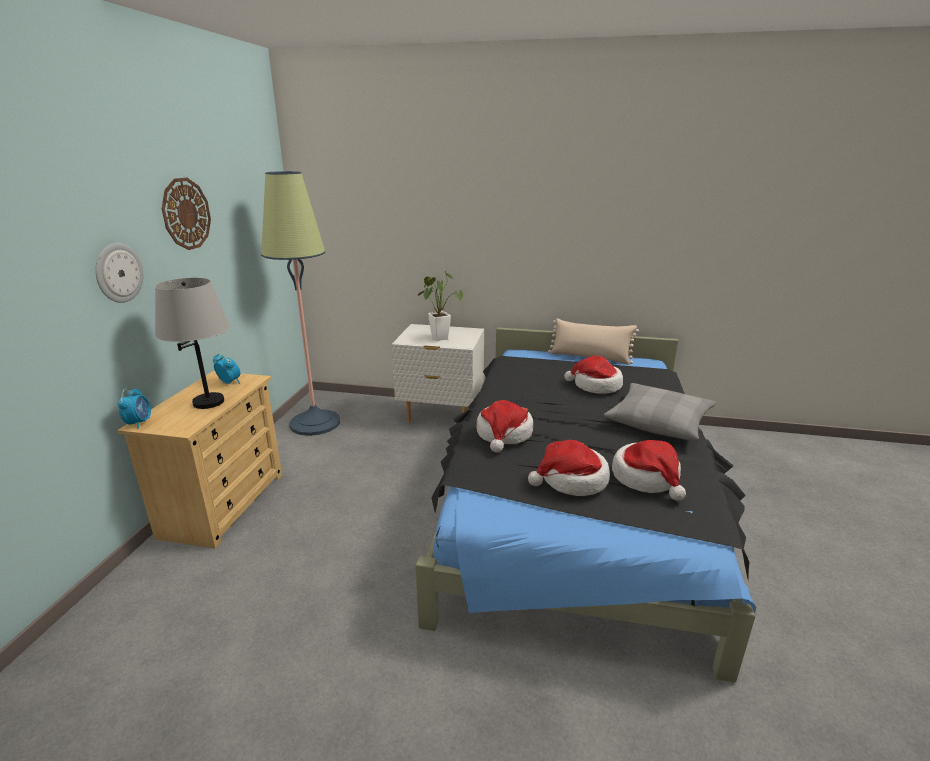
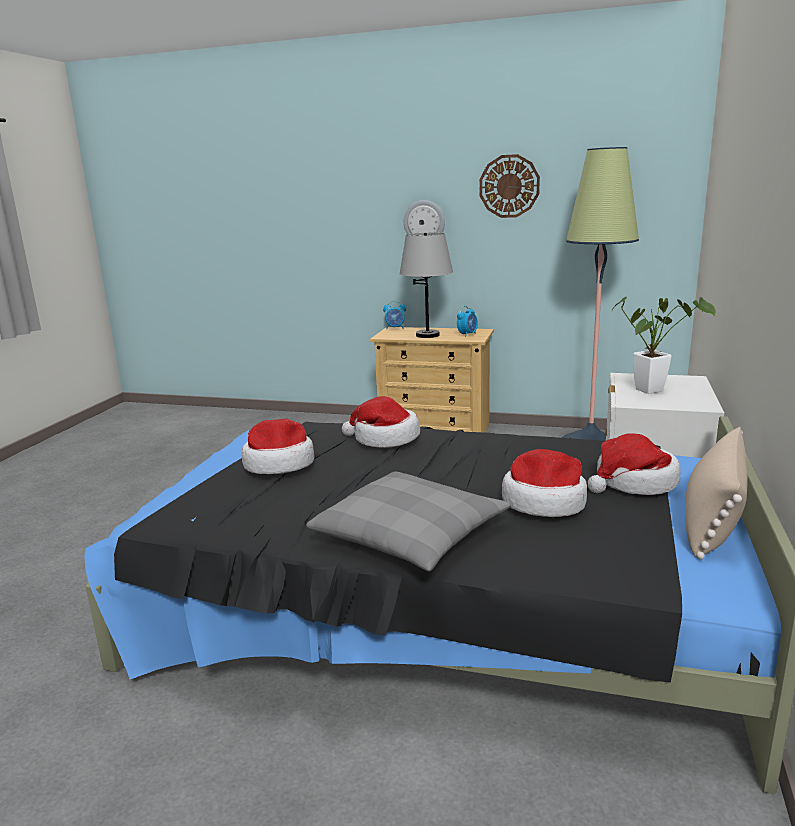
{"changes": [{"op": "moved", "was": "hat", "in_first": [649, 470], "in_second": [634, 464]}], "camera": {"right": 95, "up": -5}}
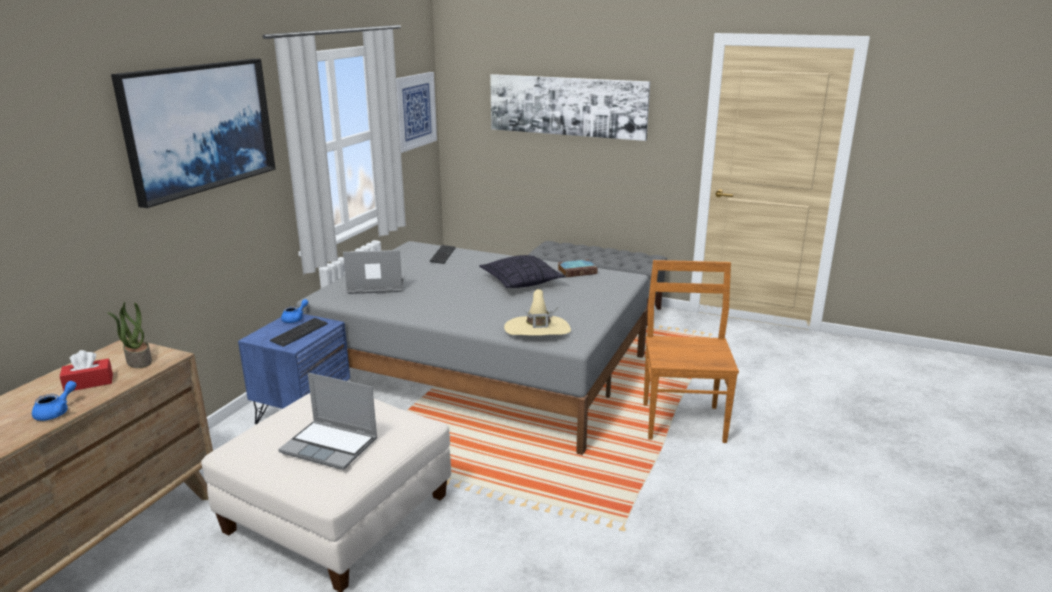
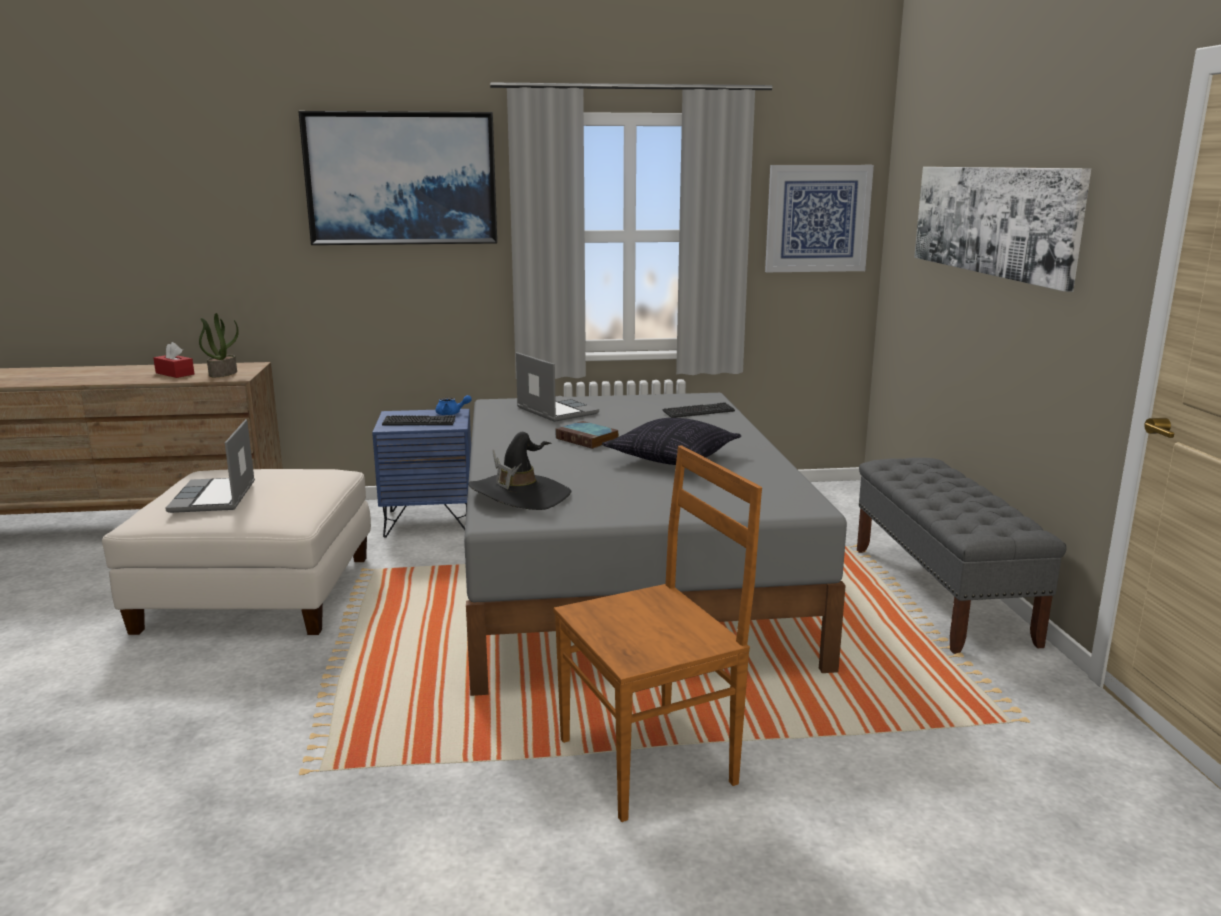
{"changes": [{"op": "removed", "was": "blue teapot", "in_first": [54, 401]}, {"op": "recoloured", "was": "beige hat", "now": "black hat", "in_first": [537, 312], "in_second": [519, 471]}, {"op": "moved", "was": "book", "in_first": [578, 268], "in_second": [587, 435]}], "camera": {"right": 60, "up": -5}}
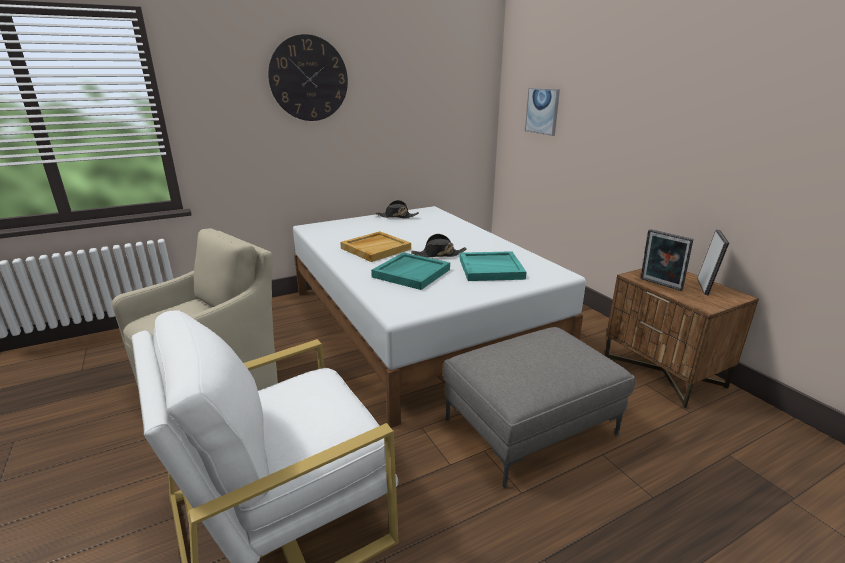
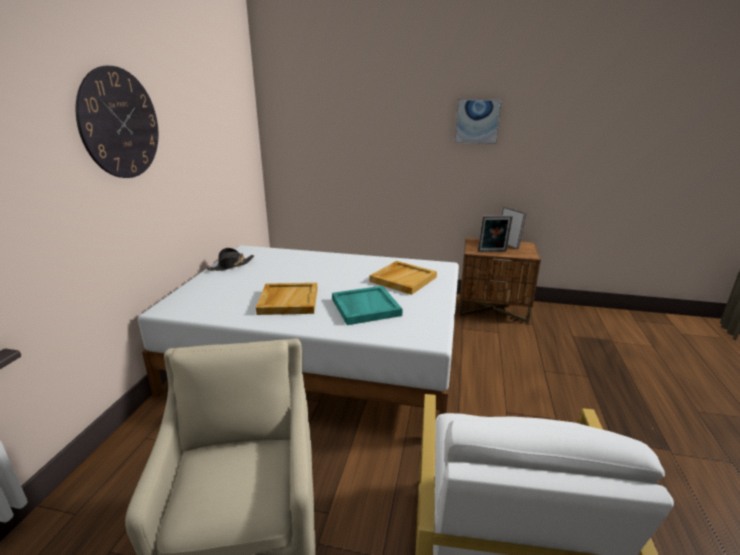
{"changes": [{"op": "removed", "was": "black hat", "in_first": [439, 246]}, {"op": "removed", "was": "grey ottoman", "in_first": [539, 407]}, {"op": "recoloured", "was": "turquoise tray", "now": "beige tray", "in_first": [493, 266], "in_second": [403, 278]}, {"op": "moved", "was": "picture", "in_first": [542, 112], "in_second": [478, 121]}], "camera": {"right": -50, "up": 0}}
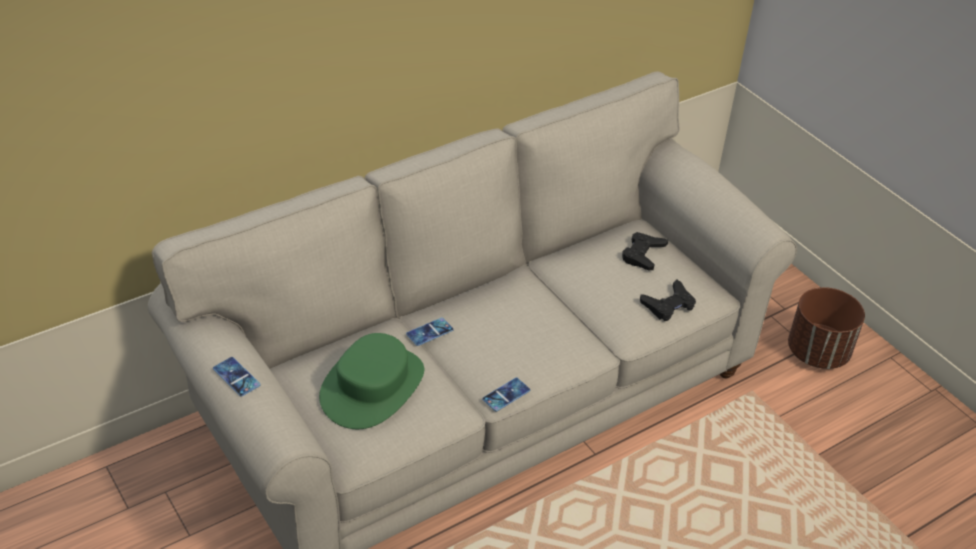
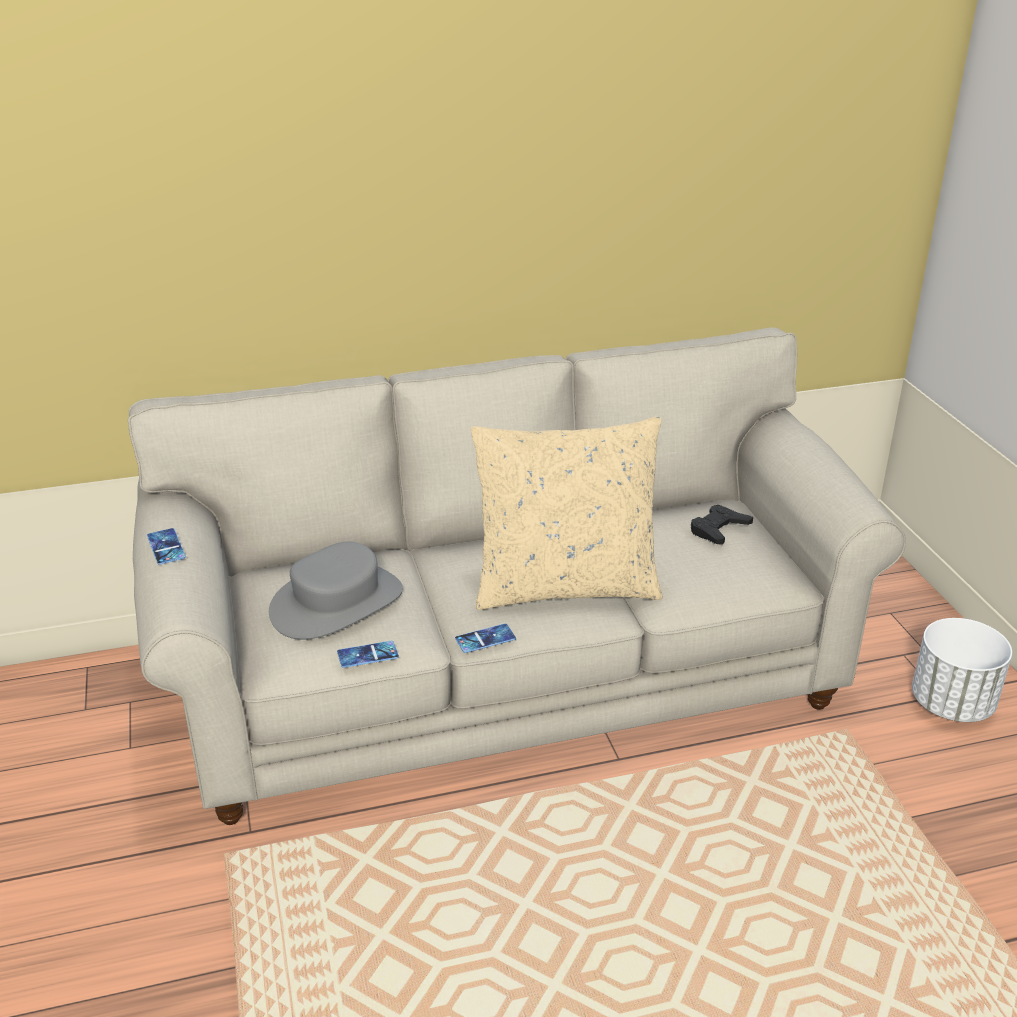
{"changes": [{"op": "recoloured", "was": "green hat", "now": "grey hat", "in_first": [371, 381], "in_second": [336, 590]}, {"op": "moved", "was": "phone", "in_first": [429, 331], "in_second": [368, 654]}, {"op": "removed", "was": "black game controller", "in_first": [668, 300]}, {"op": "recoloured", "was": "brown planter", "now": "white planter", "in_first": [826, 328], "in_second": [962, 670]}, {"op": "added", "now": "beige pillow", "in_second": [567, 513]}], "camera": {"right": 20, "up": -10}}
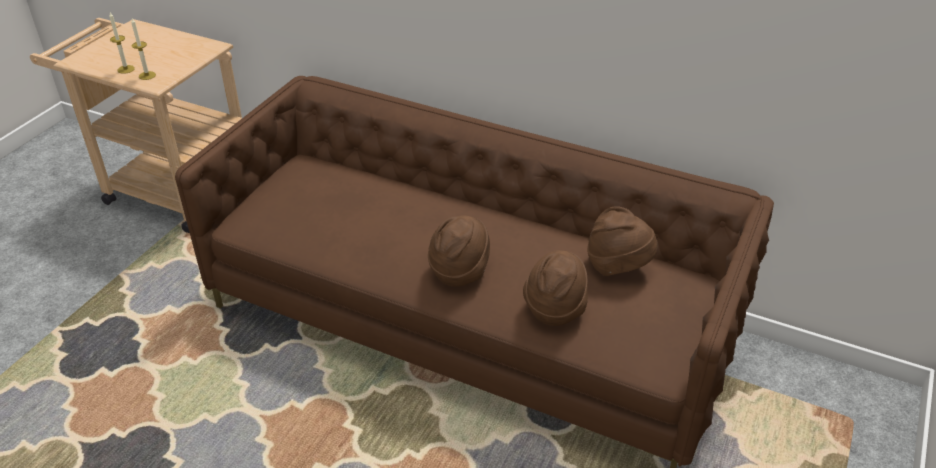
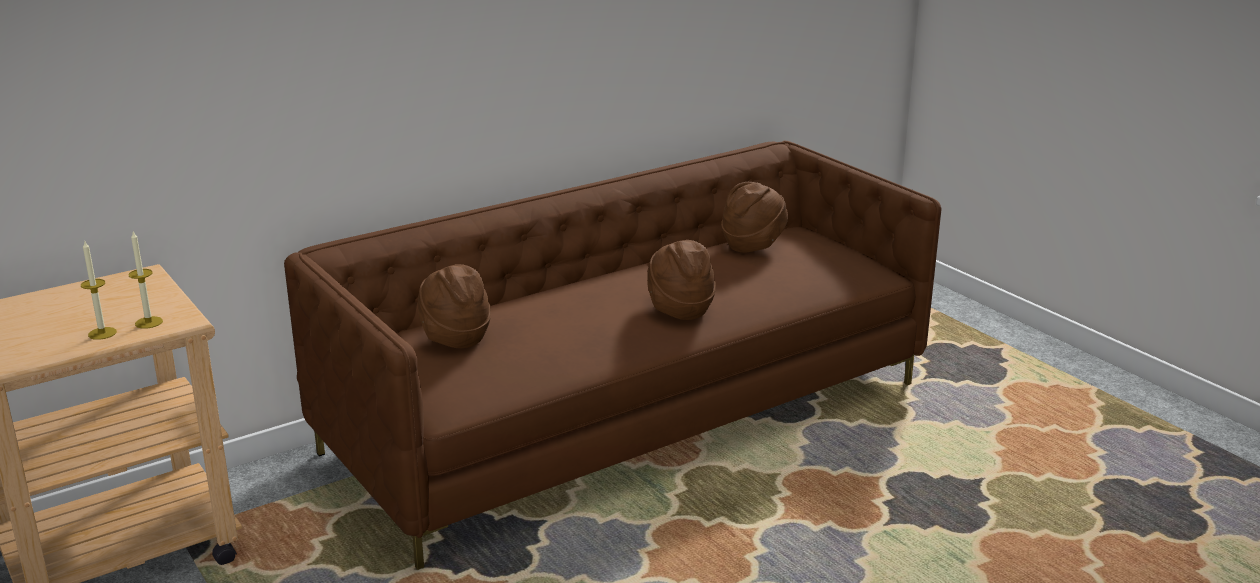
{"changes": [{"op": "moved", "was": "brown hat", "in_first": [555, 288], "in_second": [454, 306]}], "camera": {"right": -60, "up": -15}}
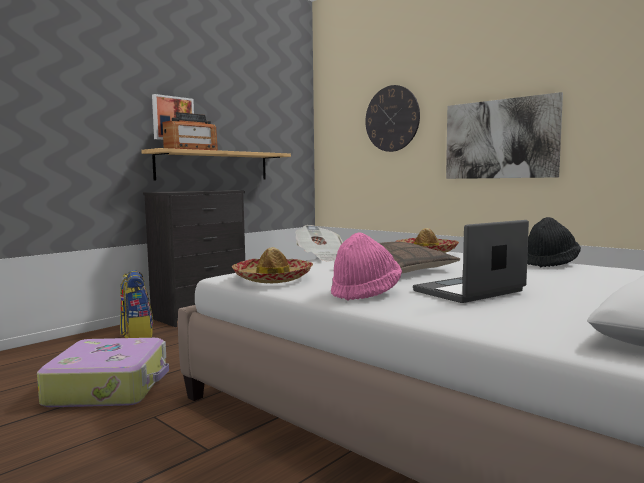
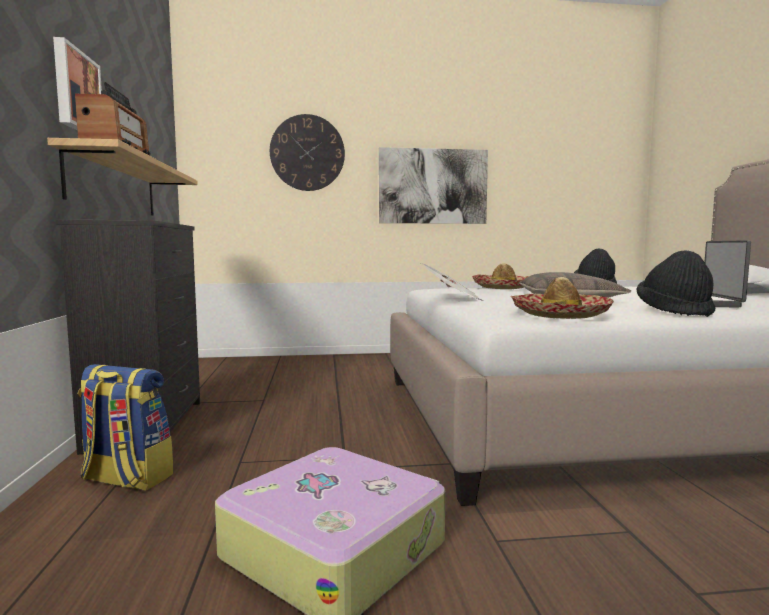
{"changes": [{"op": "recoloured", "was": "pink hat", "now": "black hat", "in_first": [366, 266], "in_second": [676, 283]}], "camera": {"right": -50, "up": 0}}
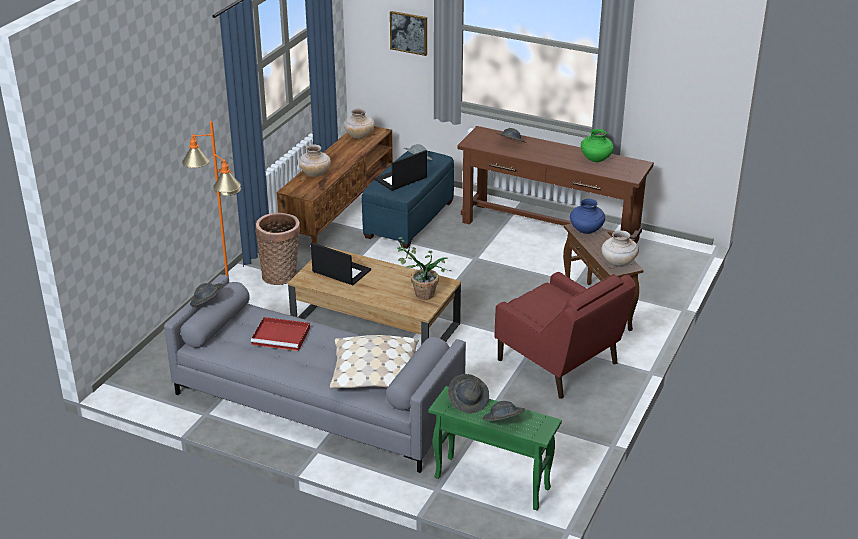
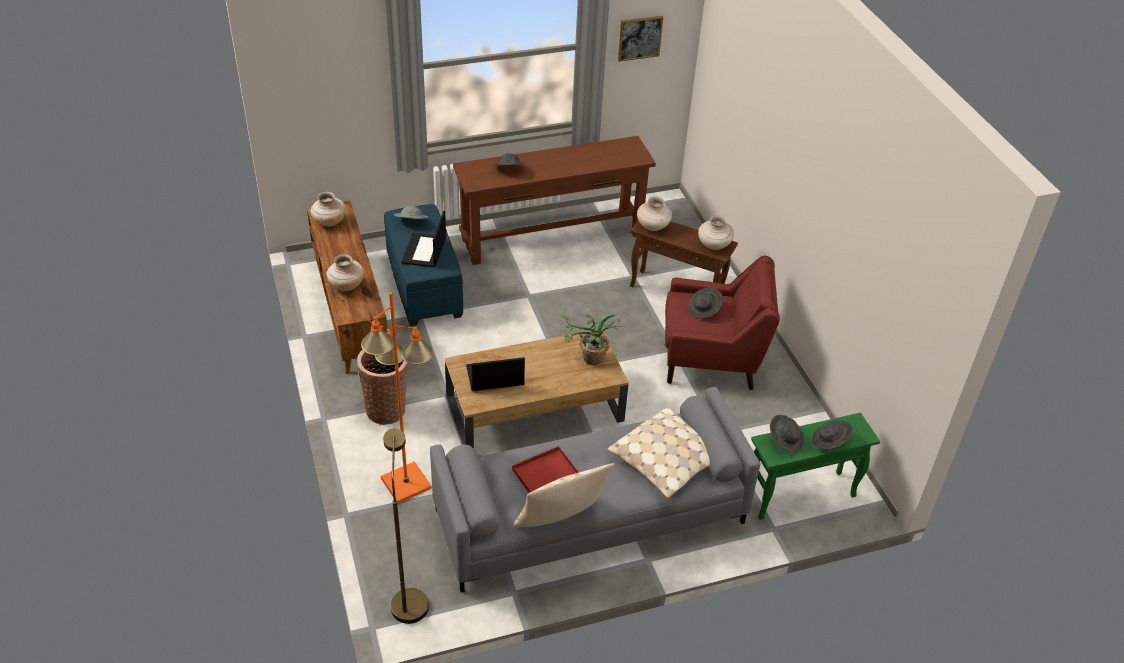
{"changes": [{"op": "moved", "was": "grey hat", "in_first": [206, 294], "in_second": [705, 303]}, {"op": "moved", "was": "picture", "in_first": [408, 33], "in_second": [640, 39]}, {"op": "recoloured", "was": "blue vase", "now": "beige vase", "in_first": [587, 216], "in_second": [654, 213]}, {"op": "removed", "was": "green vase", "in_first": [597, 145]}, {"op": "added", "now": "brown floor lamp", "in_second": [406, 526]}, {"op": "added", "now": "beige pillow", "in_second": [564, 495]}], "camera": {"right": -45, "up": 10}}
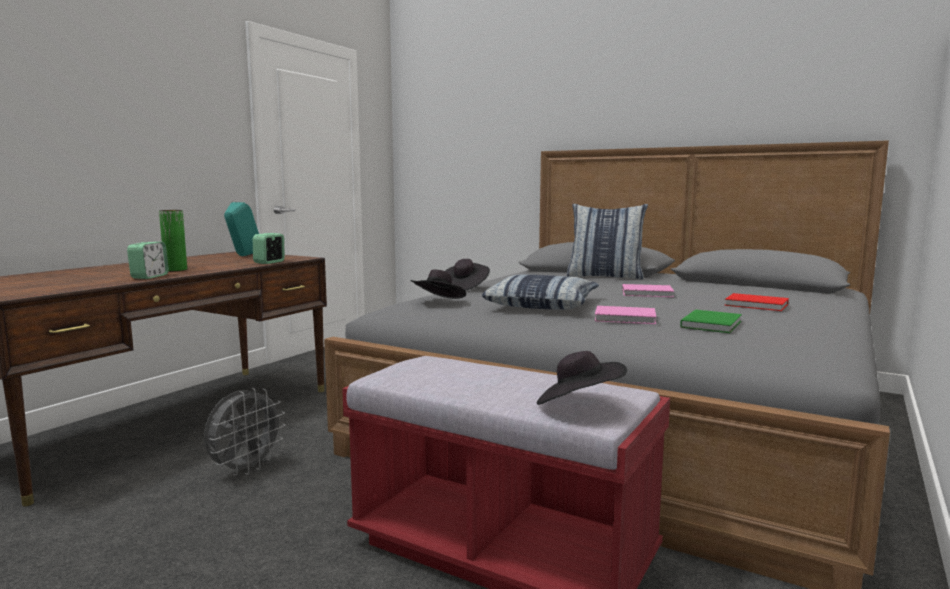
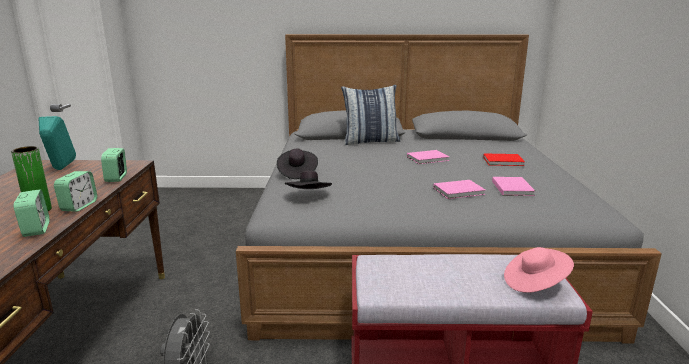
{"changes": [{"op": "removed", "was": "pillow", "in_first": [540, 292]}, {"op": "recoloured", "was": "black hat", "now": "pink hat", "in_first": [582, 378], "in_second": [539, 270]}, {"op": "recoloured", "was": "green book", "now": "pink book", "in_first": [711, 321], "in_second": [513, 186]}, {"op": "added", "now": "alarm clock", "in_second": [75, 191]}], "camera": {"right": -30, "up": 10}}
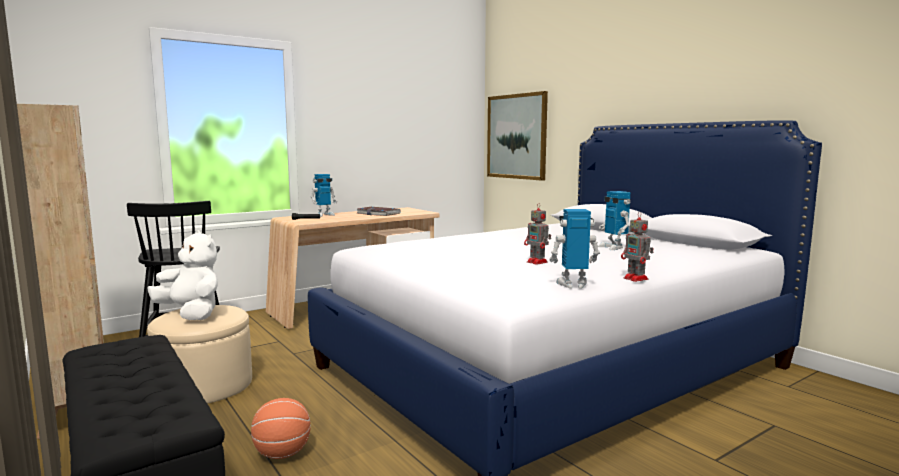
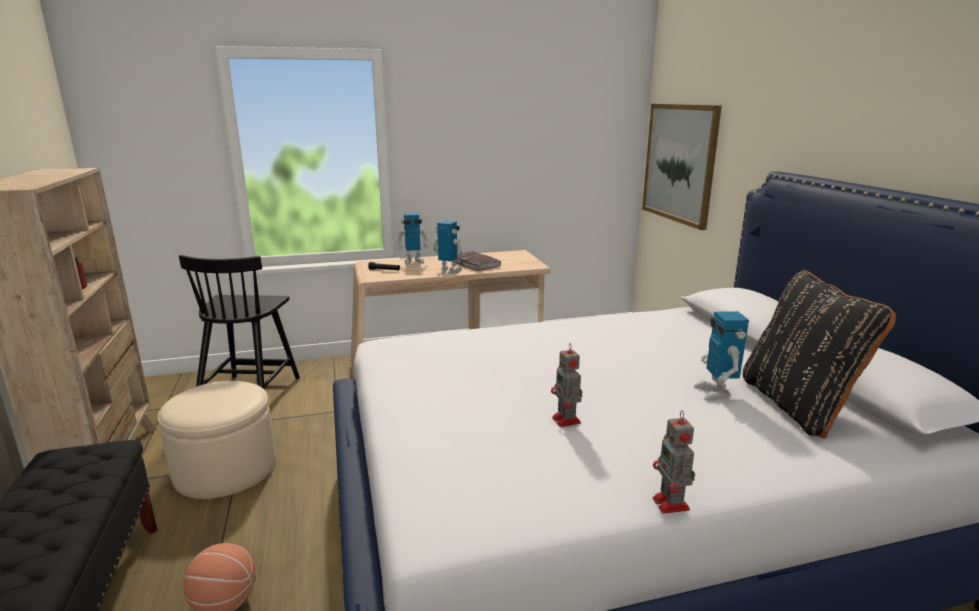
{"changes": [{"op": "removed", "was": "white plush toy", "in_first": [182, 275]}, {"op": "moved", "was": "toy robot", "in_first": [574, 249], "in_second": [449, 247]}, {"op": "added", "now": "black pillow", "in_second": [819, 354]}], "camera": {"right": 20, "up": 10}}
